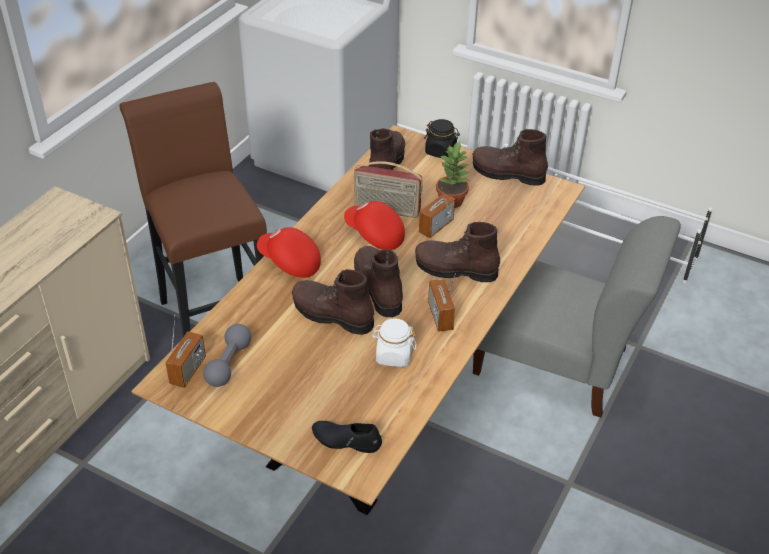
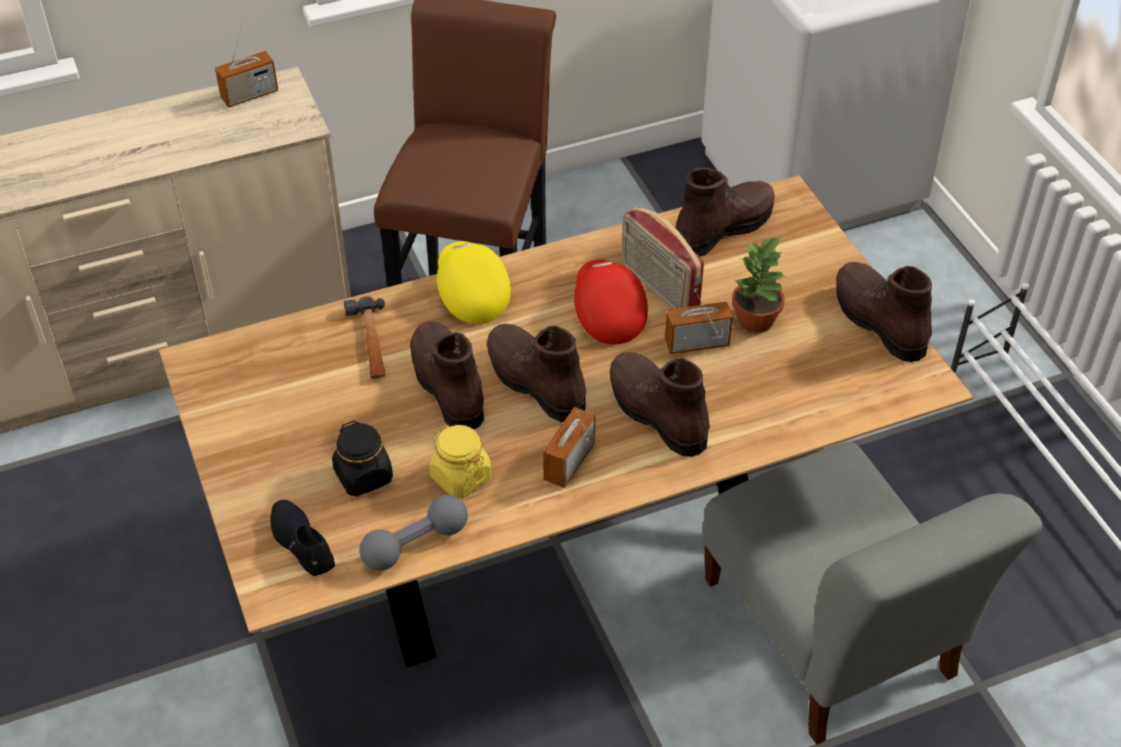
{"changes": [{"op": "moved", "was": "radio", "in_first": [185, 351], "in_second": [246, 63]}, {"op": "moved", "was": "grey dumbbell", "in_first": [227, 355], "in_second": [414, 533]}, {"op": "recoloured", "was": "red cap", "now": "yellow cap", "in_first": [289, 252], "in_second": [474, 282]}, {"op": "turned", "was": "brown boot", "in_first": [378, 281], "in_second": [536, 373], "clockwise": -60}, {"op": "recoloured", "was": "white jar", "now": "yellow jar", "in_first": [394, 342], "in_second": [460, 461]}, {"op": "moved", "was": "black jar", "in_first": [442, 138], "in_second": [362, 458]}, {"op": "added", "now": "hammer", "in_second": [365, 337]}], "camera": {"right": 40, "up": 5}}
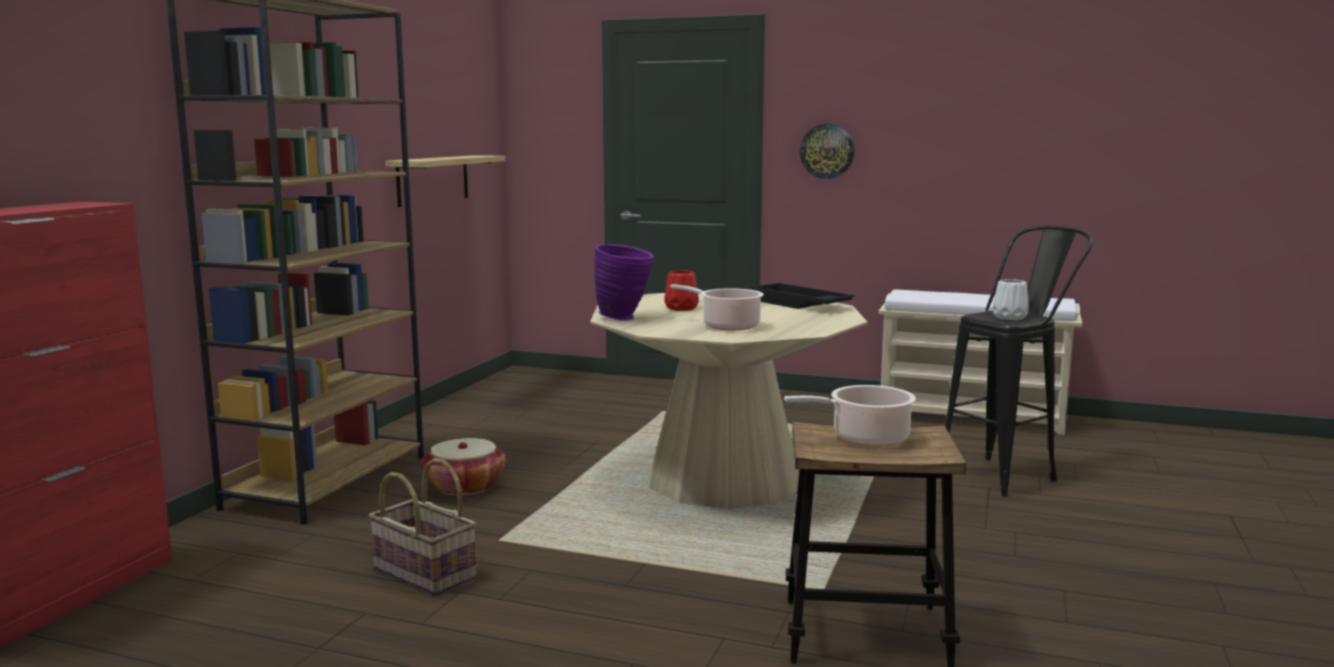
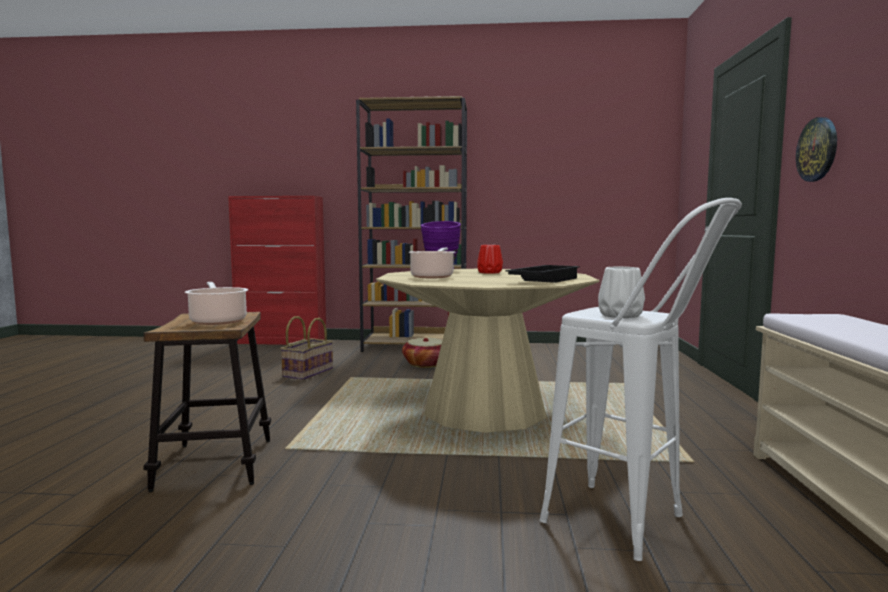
{"changes": [{"op": "removed", "was": "shelf", "in_first": [445, 181]}, {"op": "recoloured", "was": "black stool", "now": "white stool", "in_first": [1019, 361], "in_second": [641, 379]}], "camera": {"right": 75, "up": -5}}
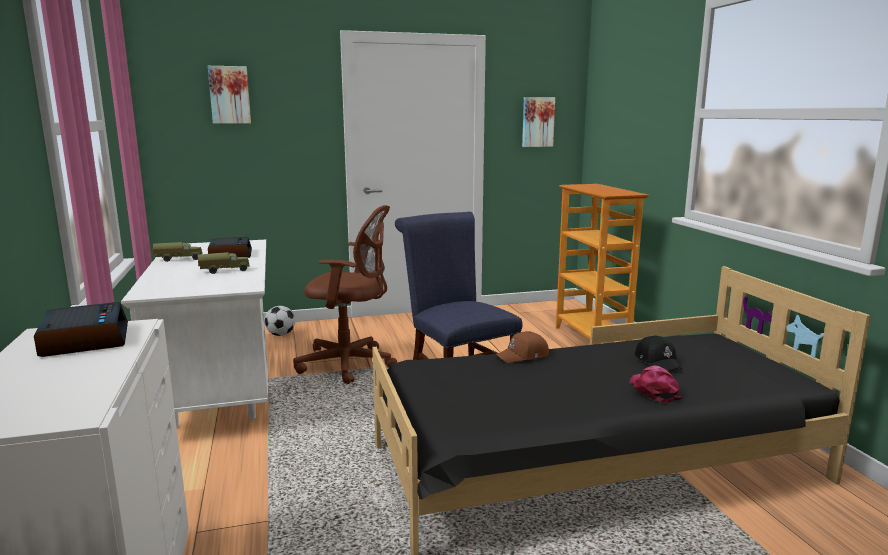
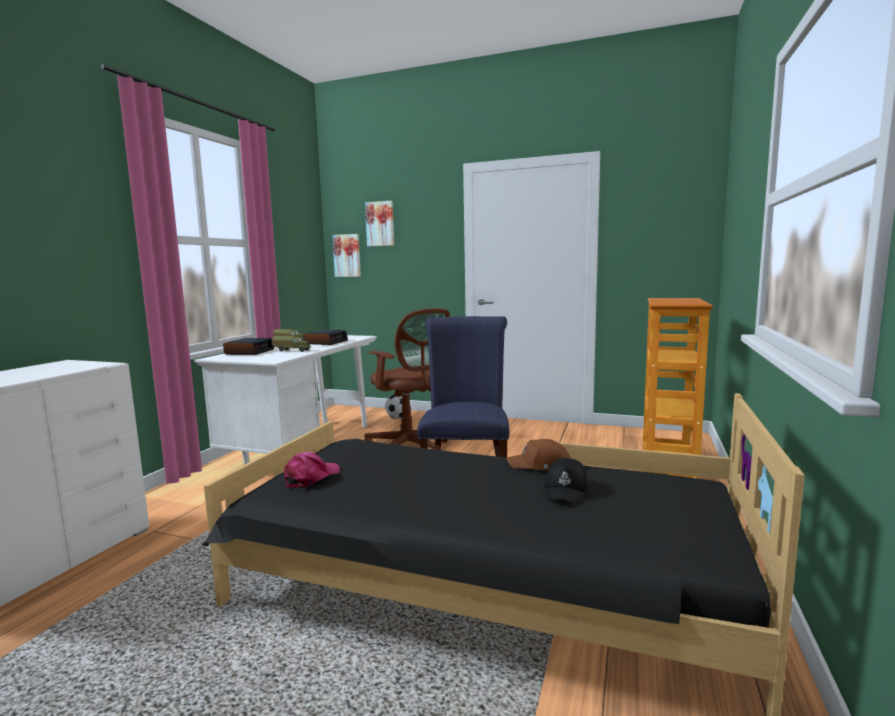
{"changes": [{"op": "moved", "was": "alarm clock", "in_first": [81, 329], "in_second": [248, 346]}, {"op": "moved", "was": "brown cap", "in_first": [522, 347], "in_second": [538, 454]}, {"op": "moved", "was": "picture", "in_first": [538, 122], "in_second": [346, 255]}, {"op": "moved", "was": "pink cap", "in_first": [655, 384], "in_second": [312, 470]}], "camera": {"right": 35, "up": -5}}
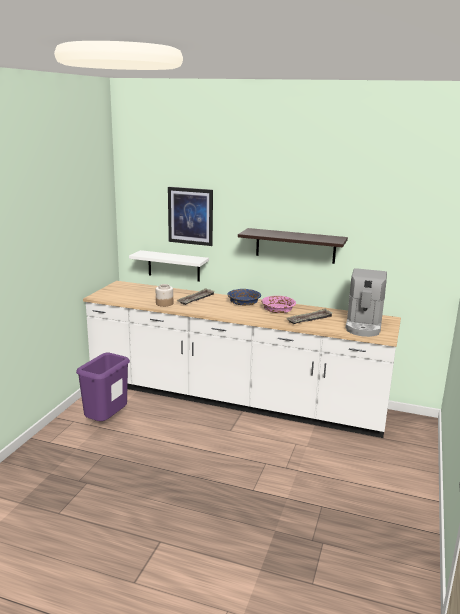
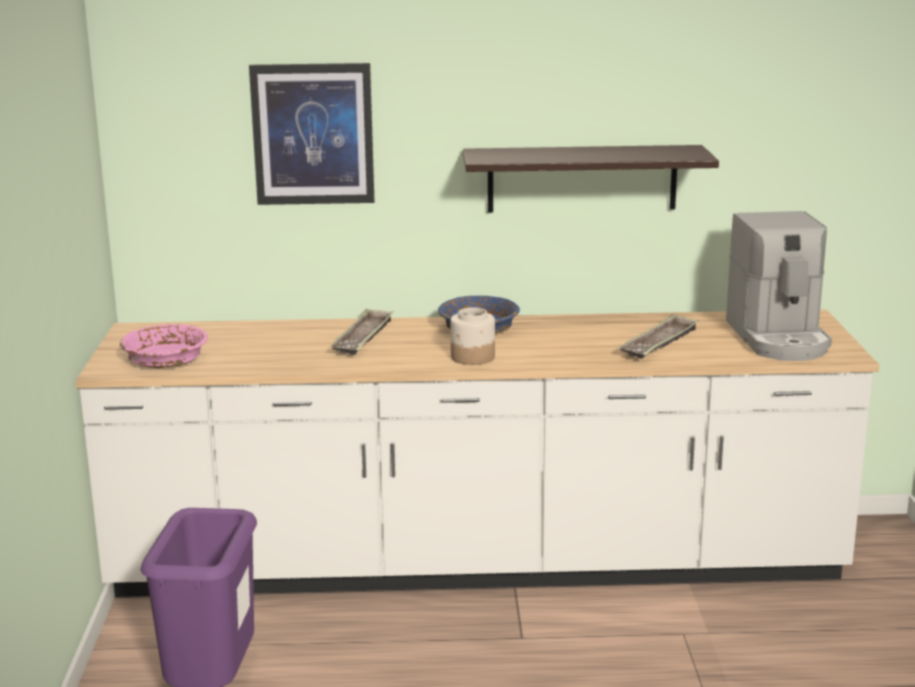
{"changes": [{"op": "removed", "was": "white shelf", "in_first": [169, 266]}, {"op": "moved", "was": "jar", "in_first": [164, 295], "in_second": [473, 336]}, {"op": "moved", "was": "pink bowl", "in_first": [278, 304], "in_second": [164, 346]}], "camera": {"right": -20, "up": 0}}
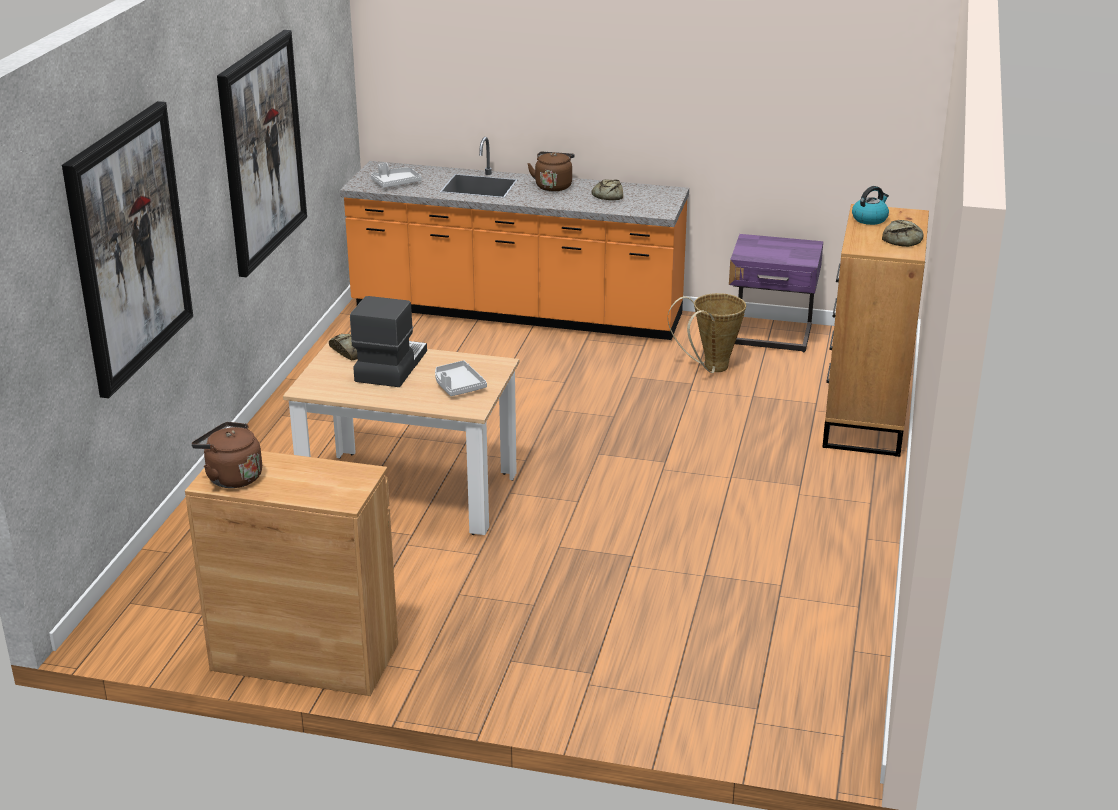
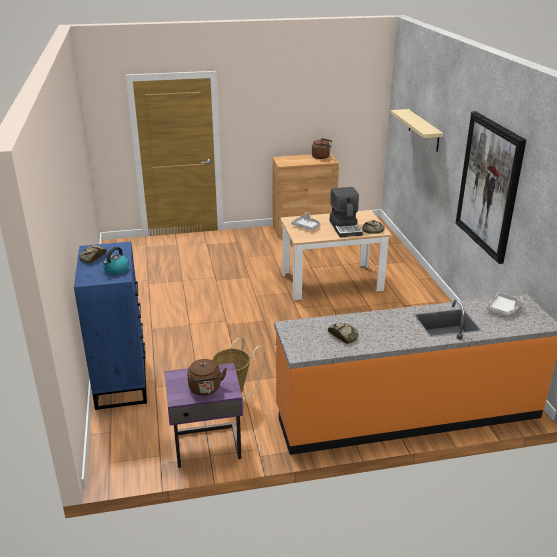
{"changes": [{"op": "replaced", "was": "picture", "now": "beige shelf", "in_first": [127, 249], "in_second": [416, 130]}, {"op": "moved", "was": "brown kettle", "in_first": [551, 171], "in_second": [207, 377]}, {"op": "recoloured", "was": "brown dresser", "now": "blue dresser", "in_first": [875, 330], "in_second": [110, 326]}], "camera": {"right": 155, "up": 0}}
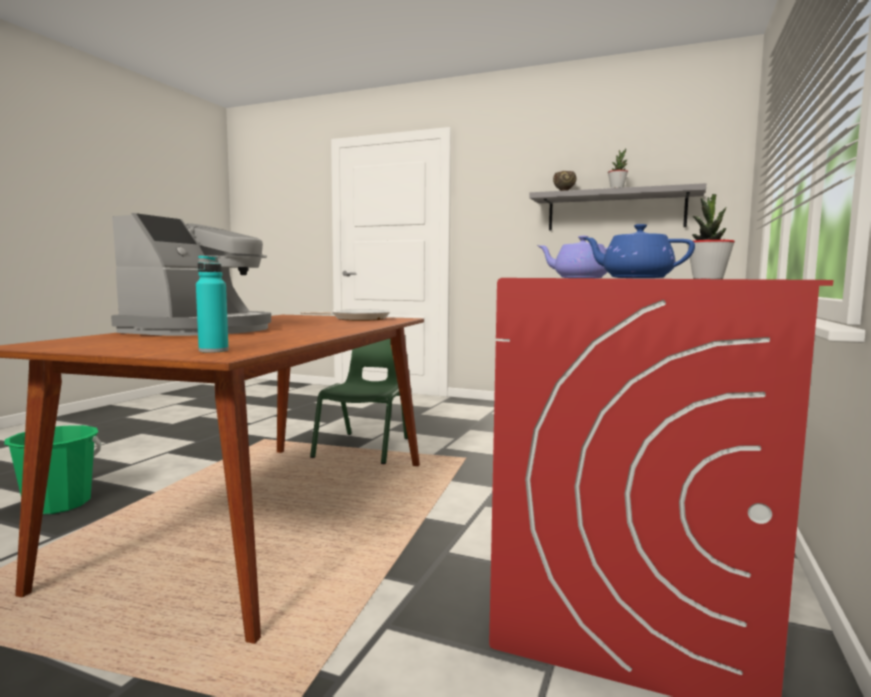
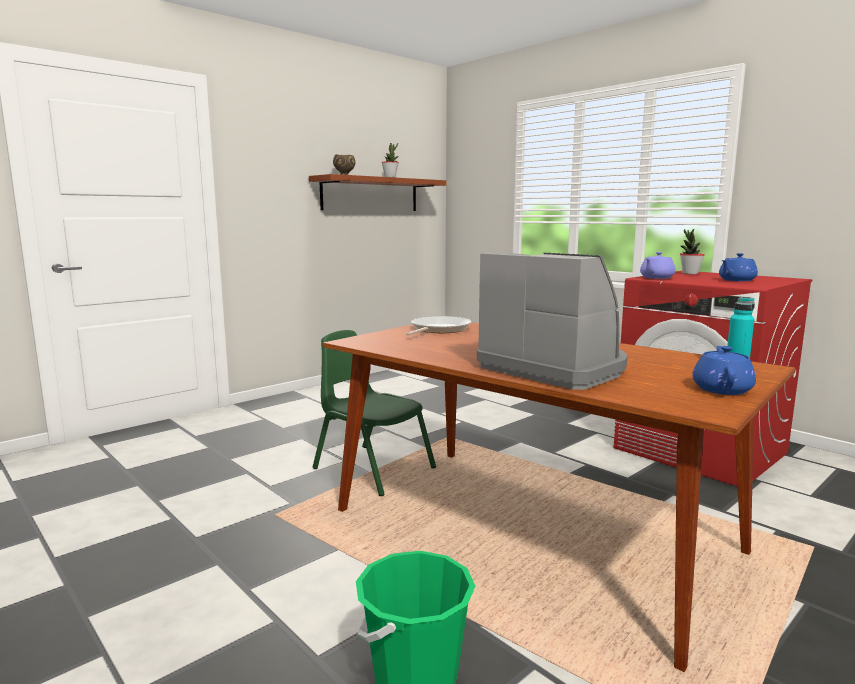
{"changes": [{"op": "recoloured", "was": "grey shelf", "now": "brown shelf", "in_first": [617, 207], "in_second": [378, 192]}, {"op": "added", "now": "blue teapot", "in_second": [724, 370]}], "camera": {"right": -65, "up": 5}}
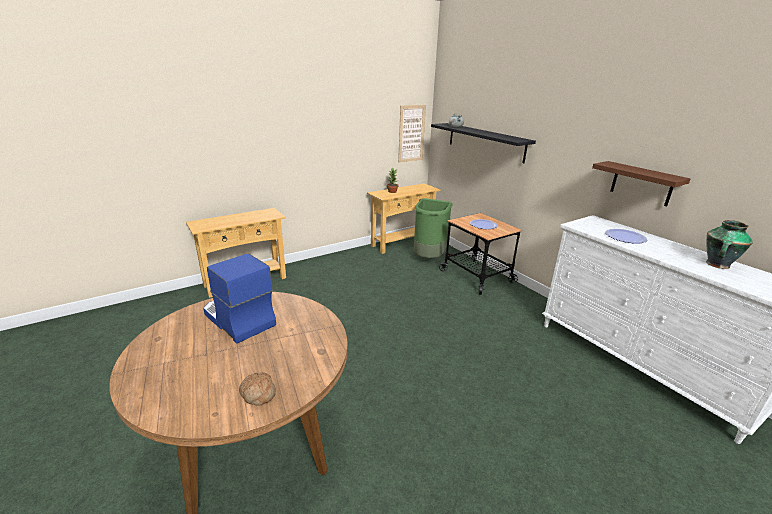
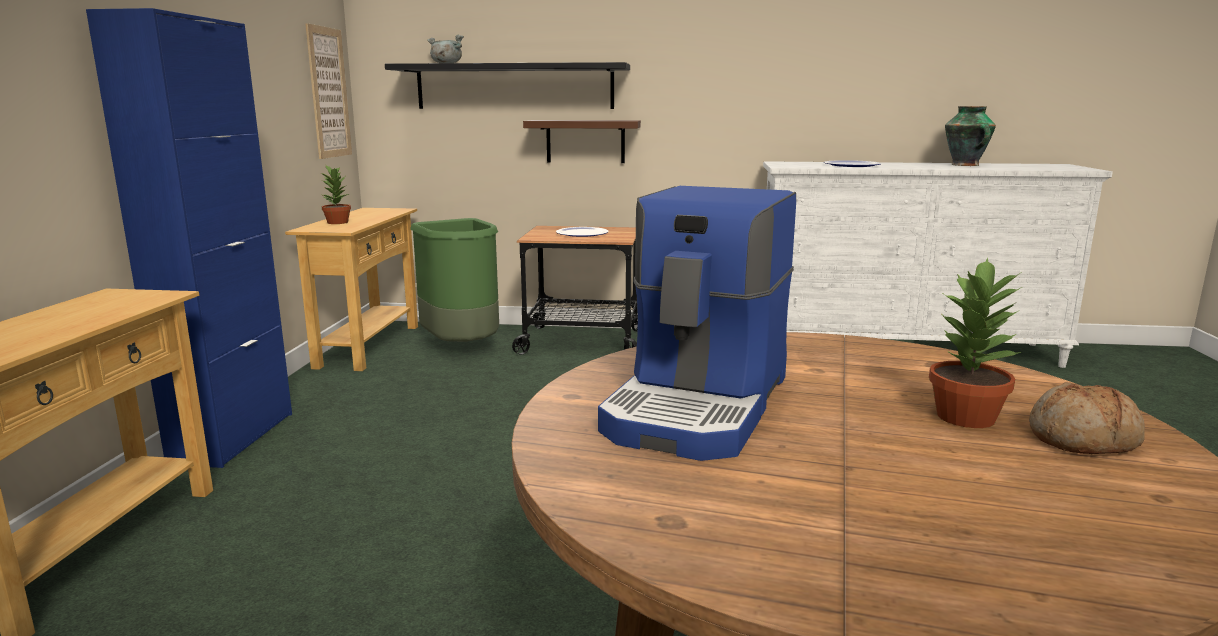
{"changes": [{"op": "turned", "was": "coffee machine", "in_first": [239, 298], "in_second": [697, 323], "clockwise": -60}, {"op": "moved", "was": "brown shelf", "in_first": [641, 184], "in_second": [582, 141]}, {"op": "added", "now": "blue cabinet", "in_second": [189, 238]}, {"op": "added", "now": "potted plant", "in_second": [975, 342]}], "camera": {"right": -50, "up": -10}}
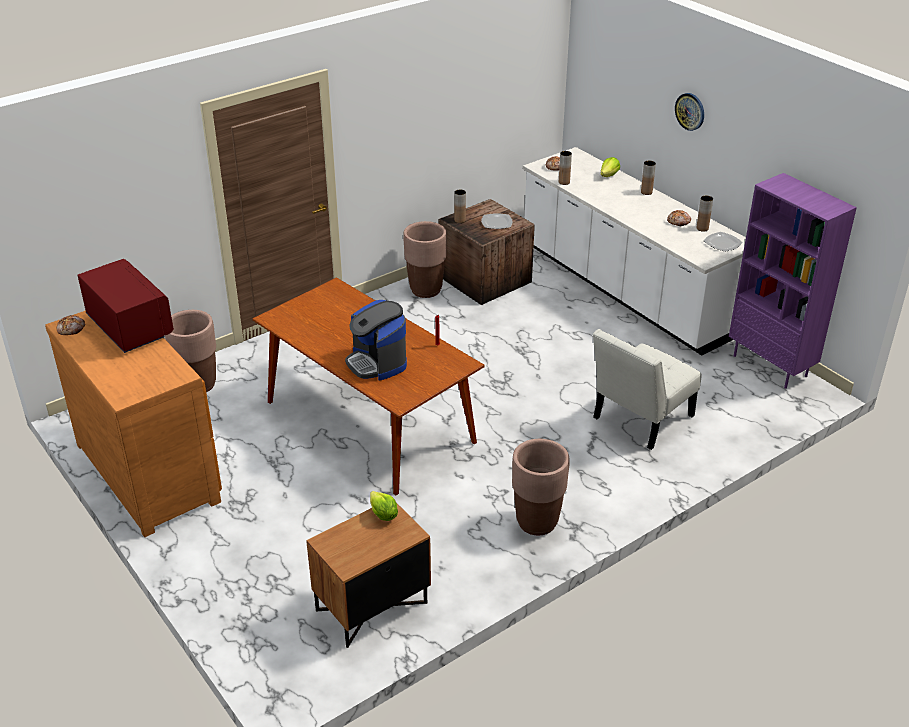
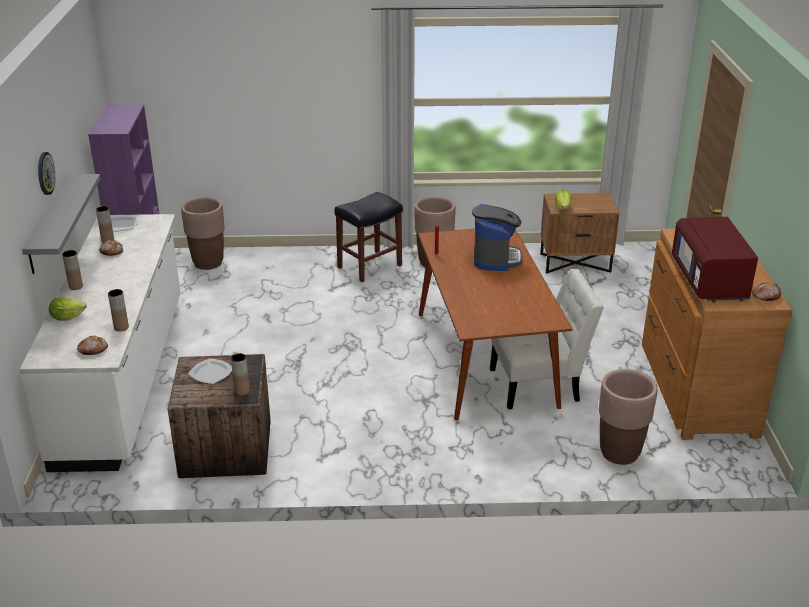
{"changes": [{"op": "moved", "was": "brown planter", "in_first": [425, 259], "in_second": [203, 233]}, {"op": "moved", "was": "white chair", "in_first": [647, 389], "in_second": [547, 339]}, {"op": "added", "now": "grey shelf", "in_second": [61, 224]}, {"op": "added", "now": "black stool", "in_second": [369, 237]}], "camera": {"right": -145, "up": -5}}
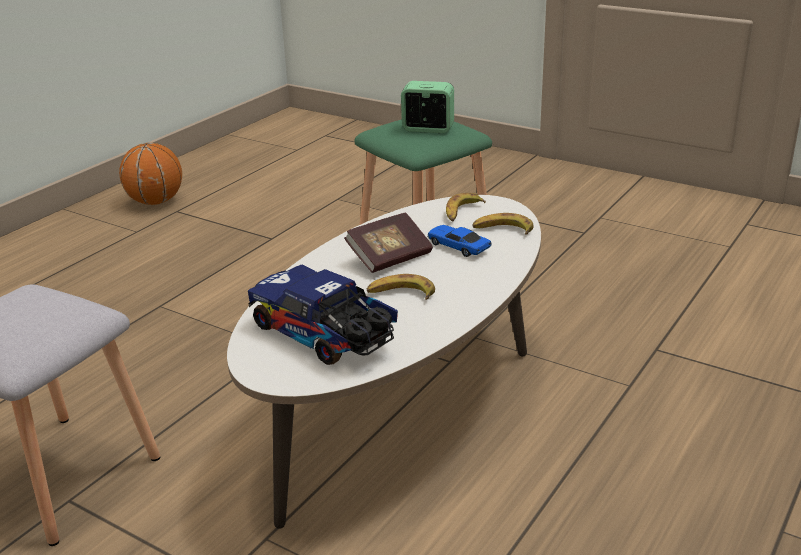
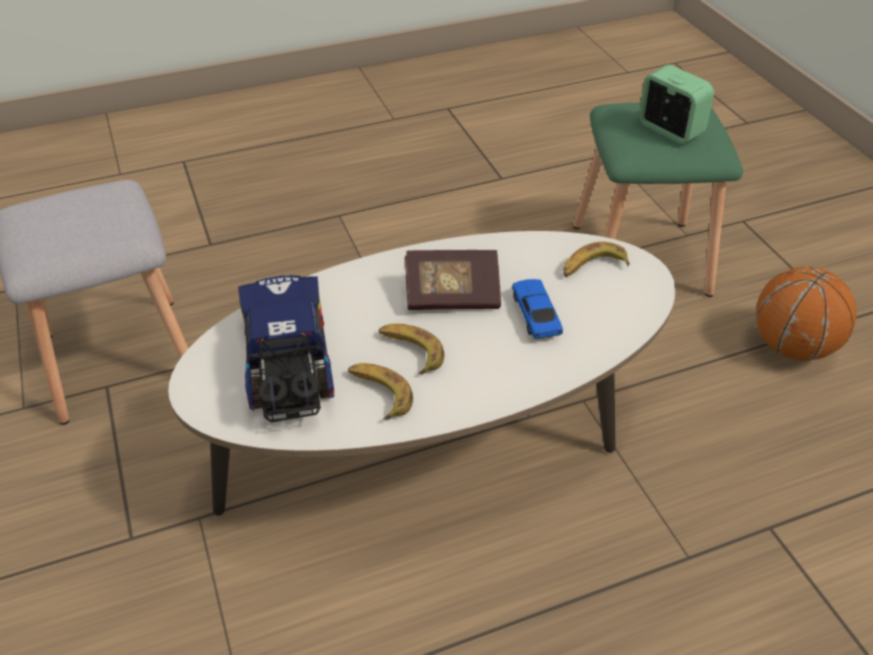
{"changes": [{"op": "moved", "was": "basketball", "in_first": [150, 174], "in_second": [806, 313]}, {"op": "moved", "was": "banana", "in_first": [503, 224], "in_second": [380, 391]}], "camera": {"right": 35, "up": 15}}
